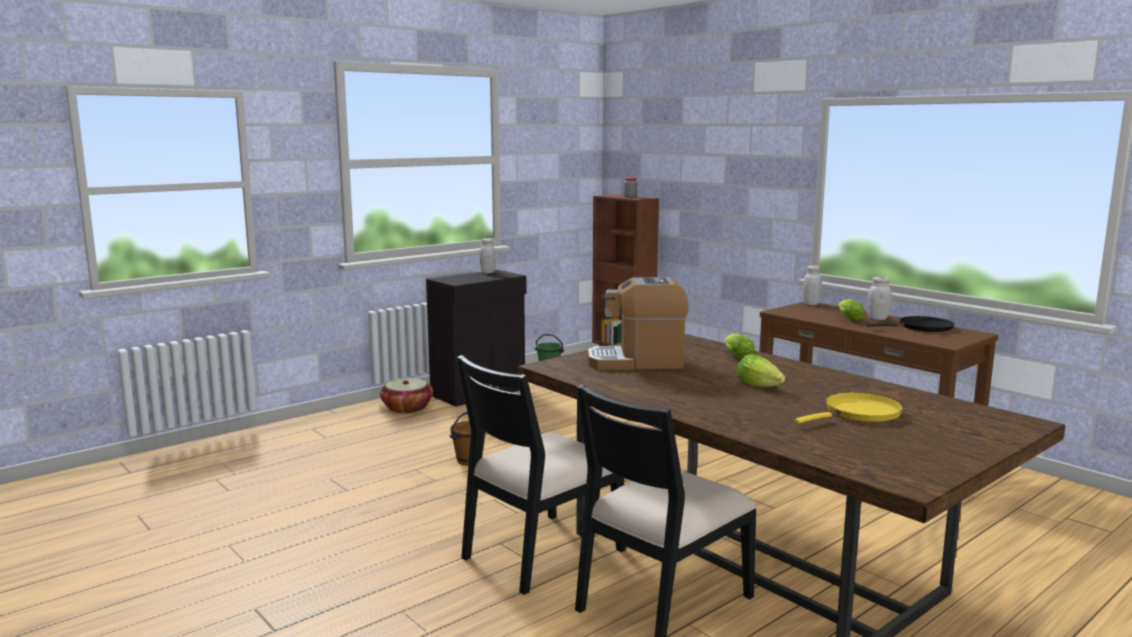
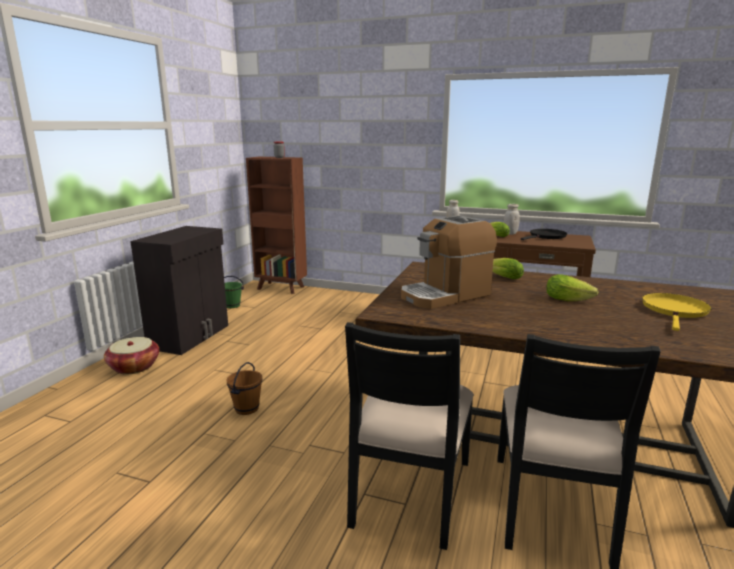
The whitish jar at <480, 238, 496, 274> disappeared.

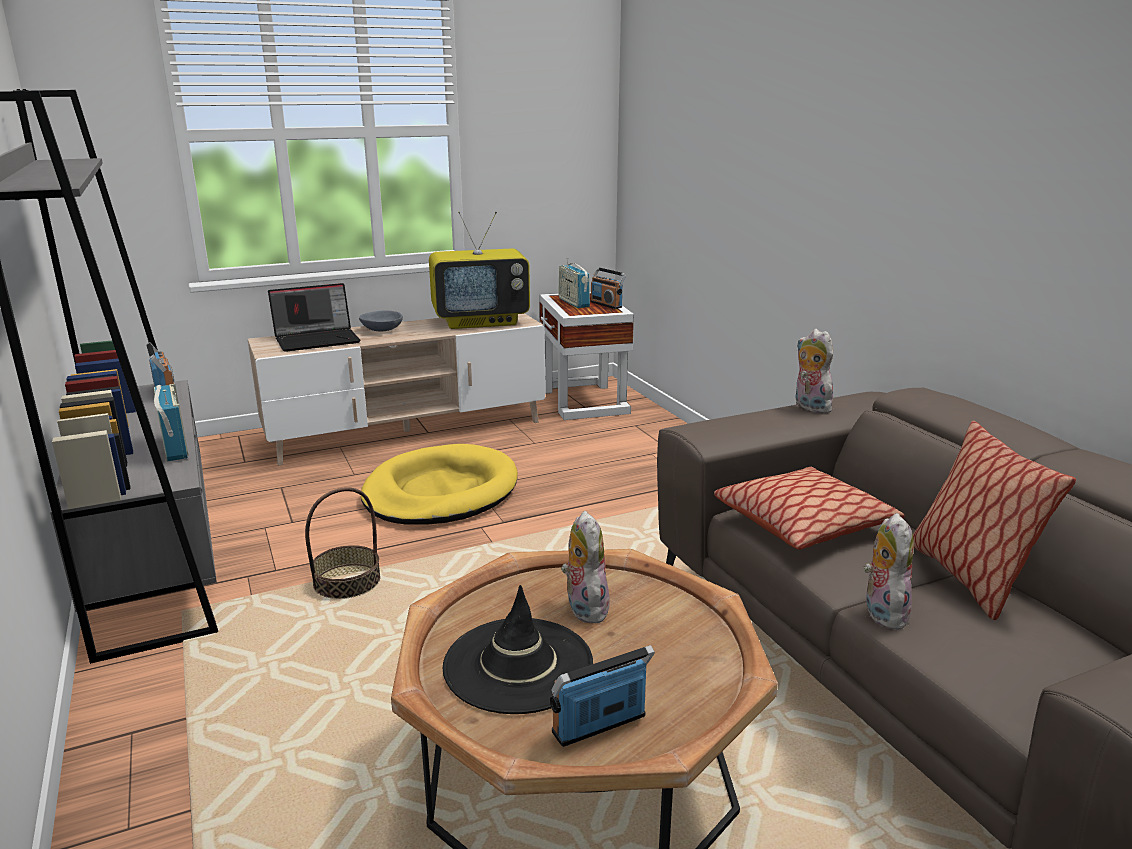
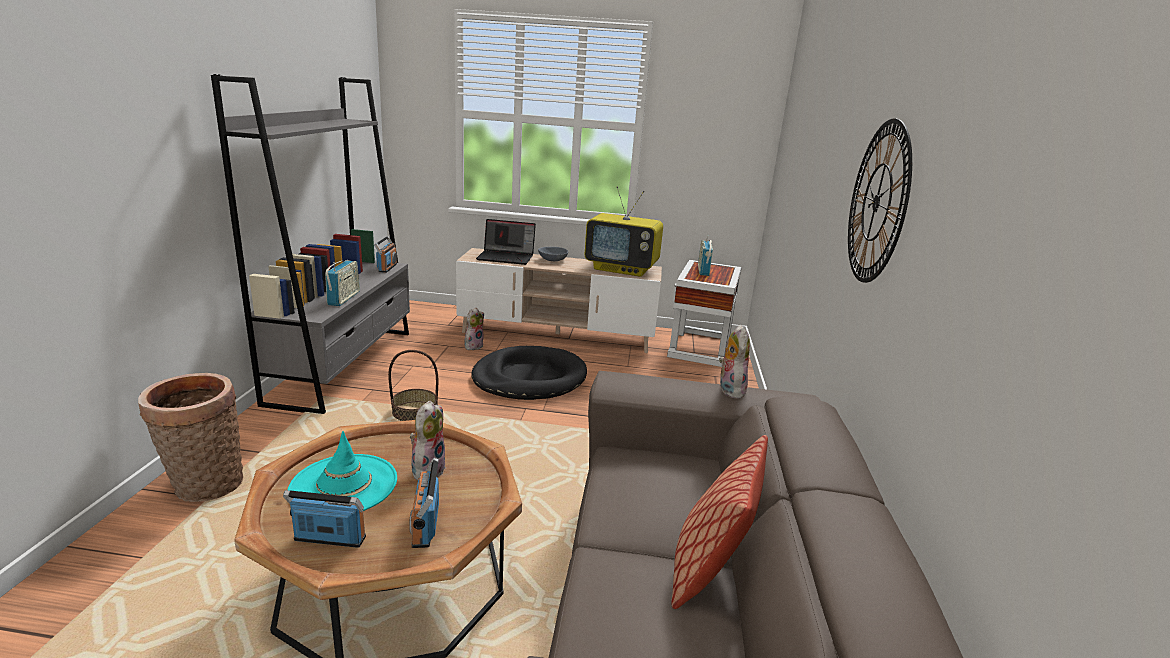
The radio moved from <590, 267, 626, 309> to <409, 458, 439, 548>.
The yellow dog bed at <361, 444, 518, 524> became the black dog bed at <471, 346, 587, 400>.
The throw pillow at <714, 467, 905, 550> disappeared.
The soft toy moved from <864, 513, 914, 630> to <465, 308, 484, 350>.
The black hat at <443, 585, 593, 714> became the turquoise-coloured hat at <288, 431, 397, 511>.
The hanging clock at <848, 118, 912, 283> appeared.
The basket at <138, 373, 243, 502> appeared.

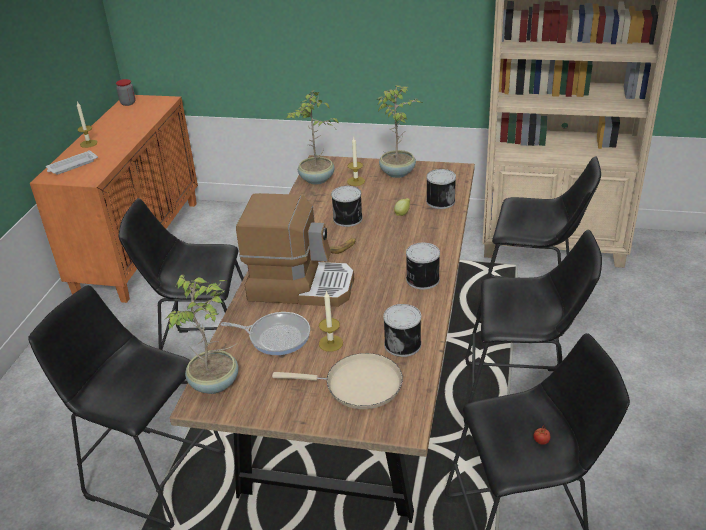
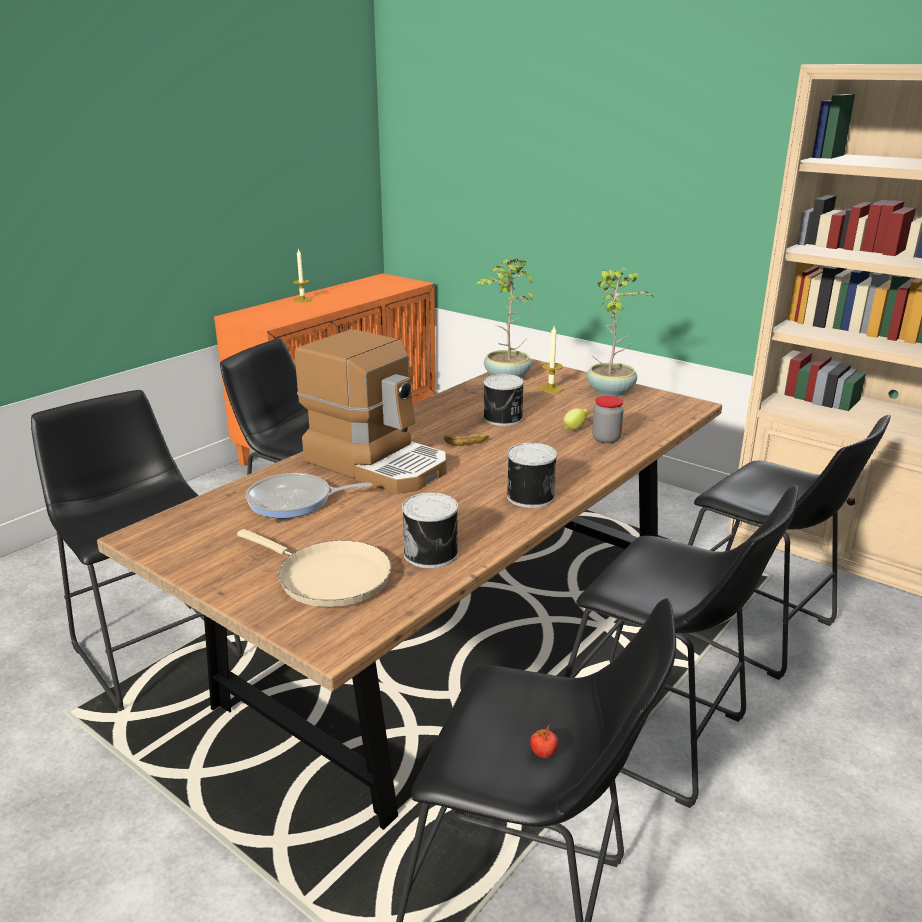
The jar moved from <116, 79, 136, 106> to <592, 396, 624, 443>.
The whitish carrying tray at <46, 150, 98, 175> disappeared.
The metal can at <426, 169, 456, 209> disappeared.
The houseplant at <166, 274, 239, 394> disappeared.
The wax light at <319, 291, 343, 352> disappeared.
The frying pan at <221, 312, 310, 355> turned 135 degrees clockwise.

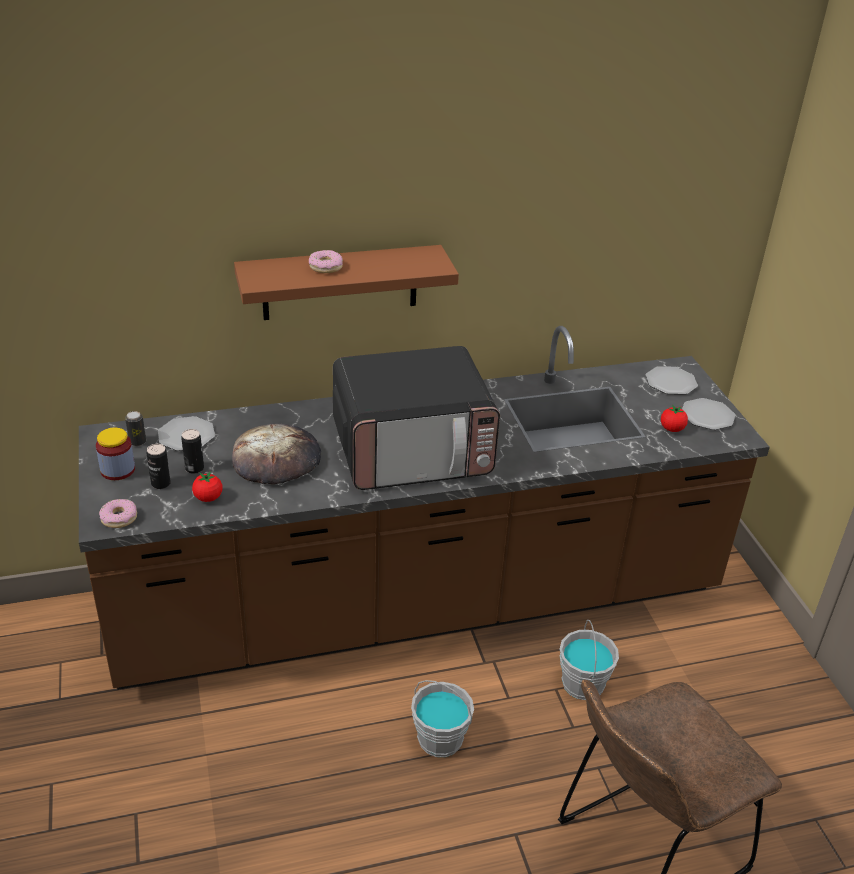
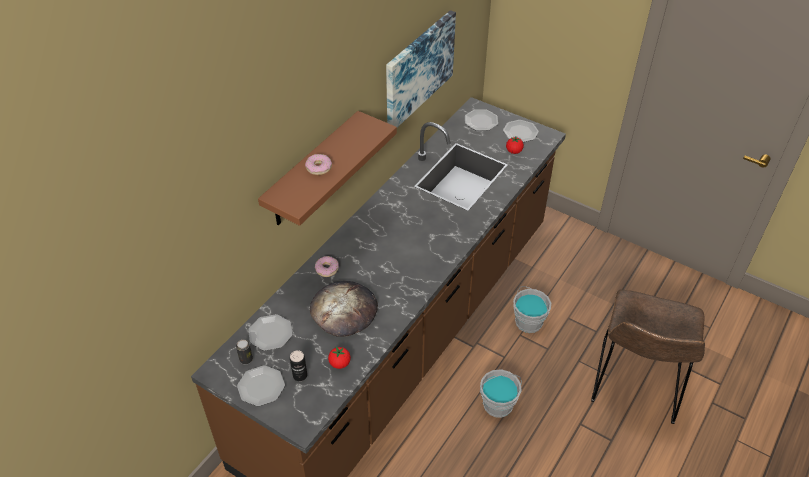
The microwave oven at <333, 346, 500, 490> disappeared.
The jar at <96, 428, 135, 480> was replaced by the plate at <237, 365, 285, 406>.
The metal can at <181, 429, 204, 474> disappeared.
The ring doughnut moved from <99, 499, 137, 528> to <315, 256, 339, 277>.
The wall picture at <386, 10, 456, 128> appeared.

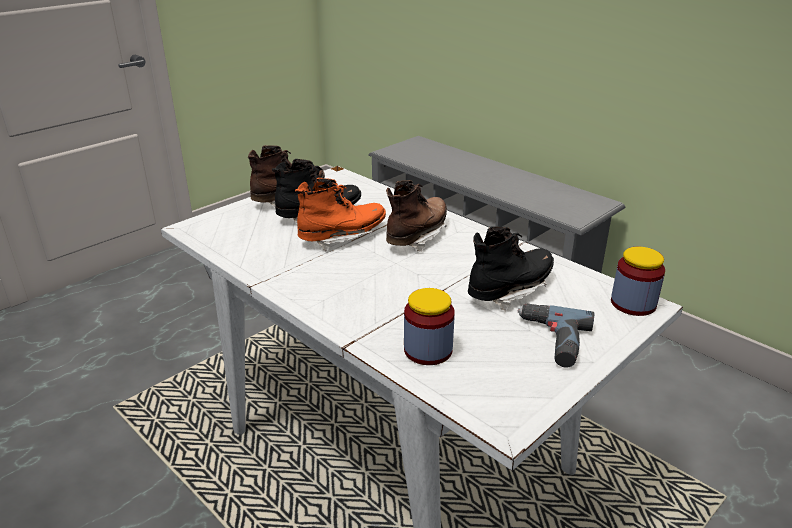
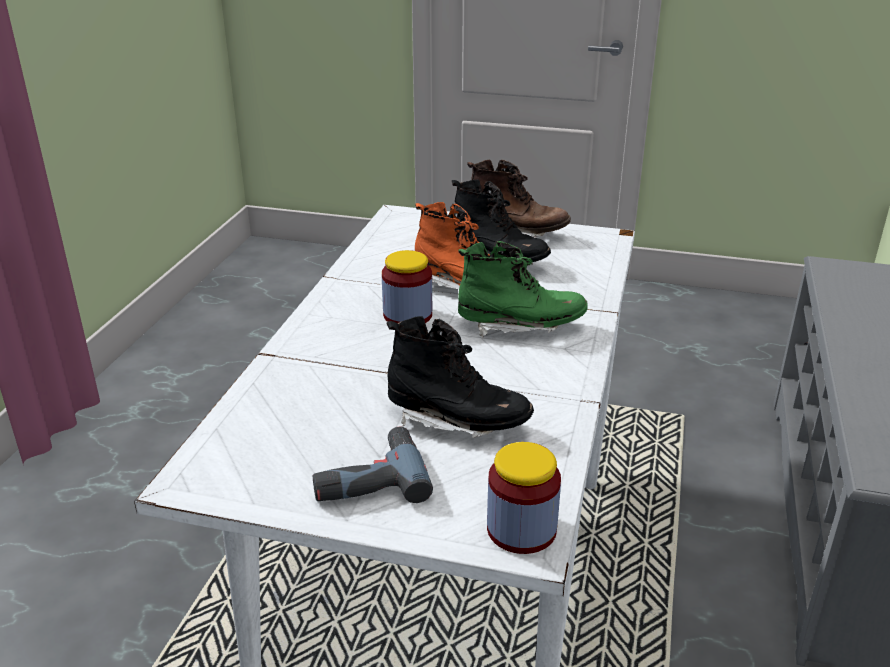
The brown-coloured boot at <386, 180, 447, 252> became the greenish boot at <458, 241, 588, 338>.
The jar moved from <404, 288, 455, 365> to <382, 250, 432, 323>.

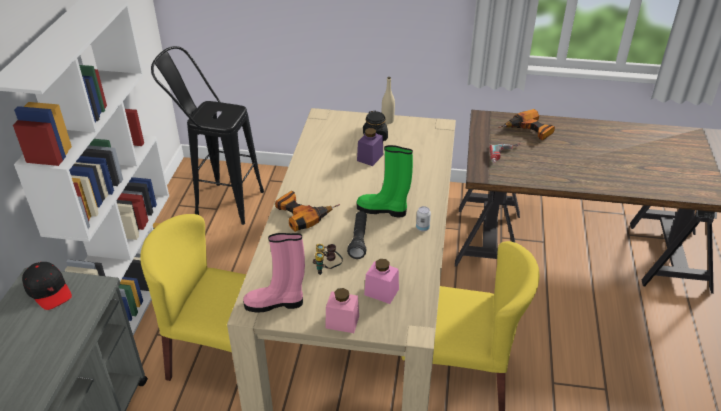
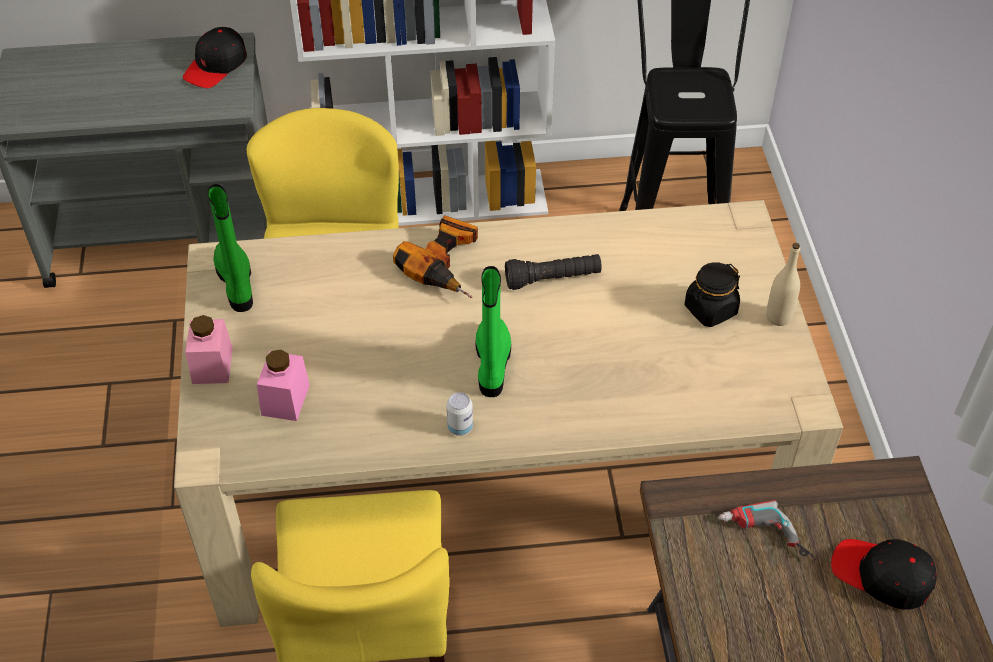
The power drill at <498, 109, 555, 140> was replaced by the black baseball cap at <831, 539, 937, 610>.
The purple-coloured jar at <357, 128, 383, 166> disappeared.
The black torch moved from <347, 211, 367, 259> to <505, 254, 602, 290>.
The pink-coloured boot at <243, 233, 305, 312> became the greenish boot at <208, 184, 253, 312>.
The pair of binoculars at <313, 244, 343, 275> disappeared.

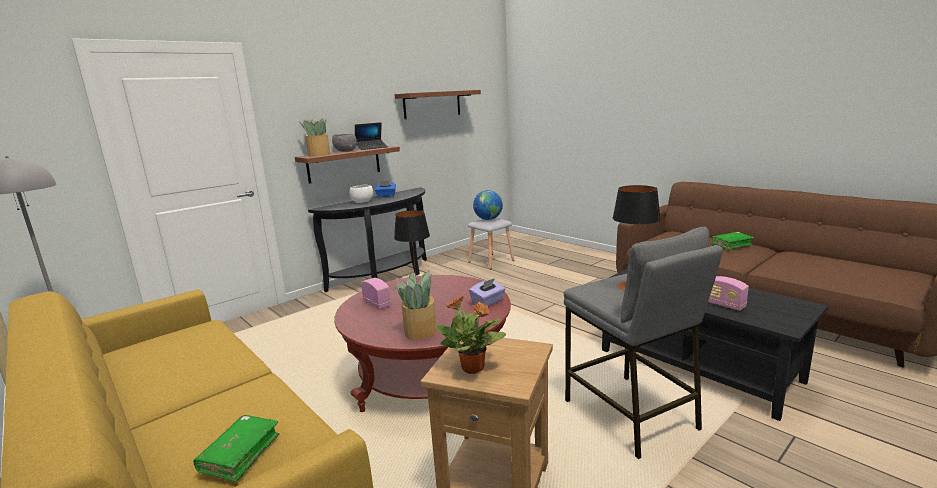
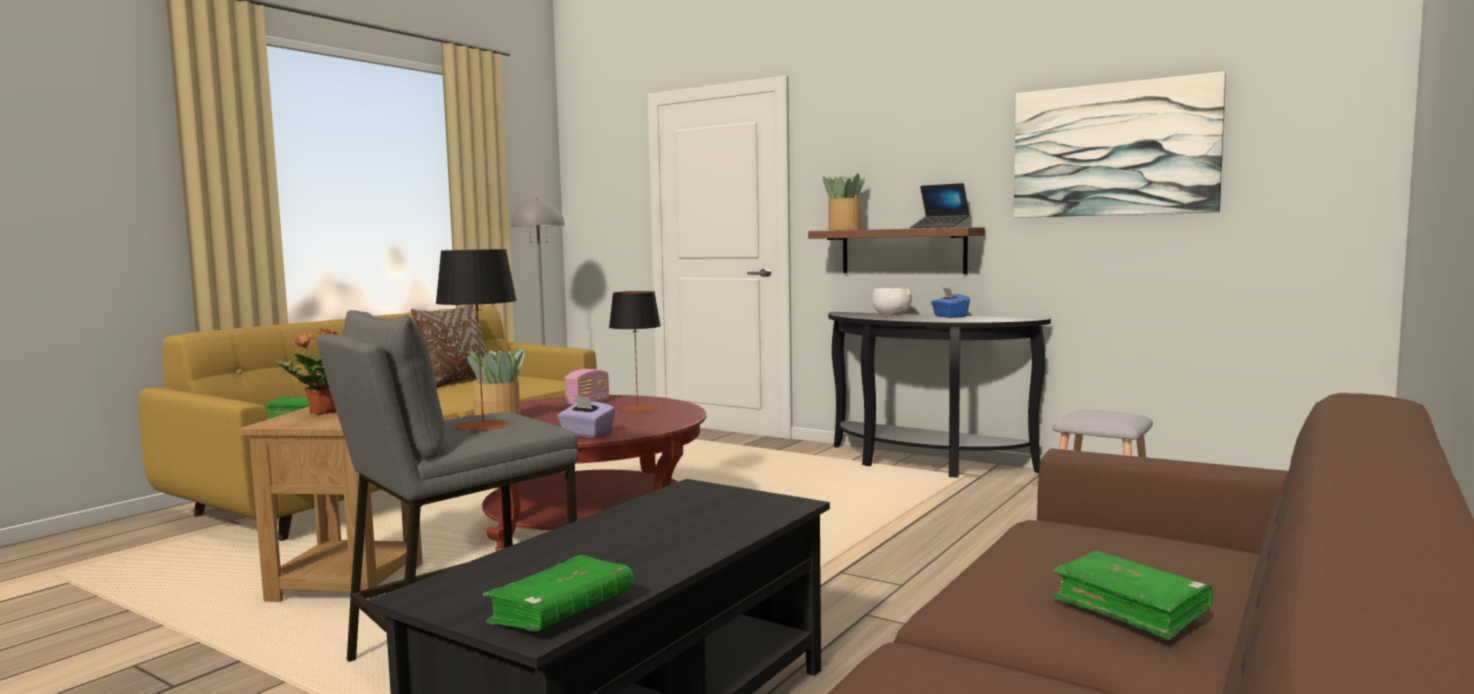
The brown-coloured wall shelf at <395, 90, 481, 119> was replaced by the wall picture at <1014, 71, 1226, 218>.
The grey bowl at <332, 134, 357, 152> disappeared.
The world globe at <473, 190, 503, 220> disappeared.
The radio at <708, 276, 749, 311> disappeared.
The brown-coloured throw pillow at <411, 305, 487, 388> appeared.
The greenish bound book at <483, 555, 634, 631> appeared.

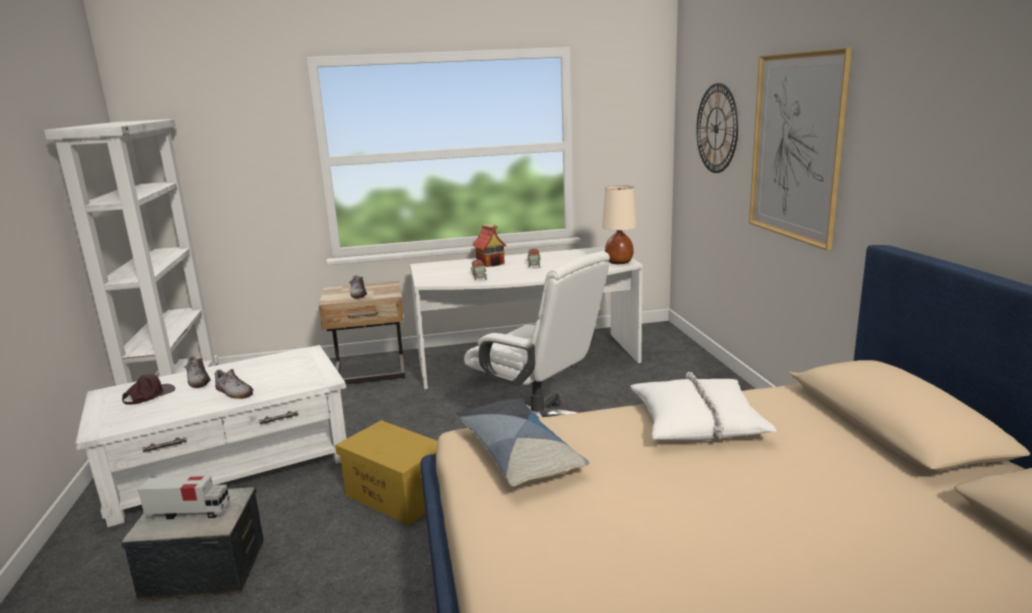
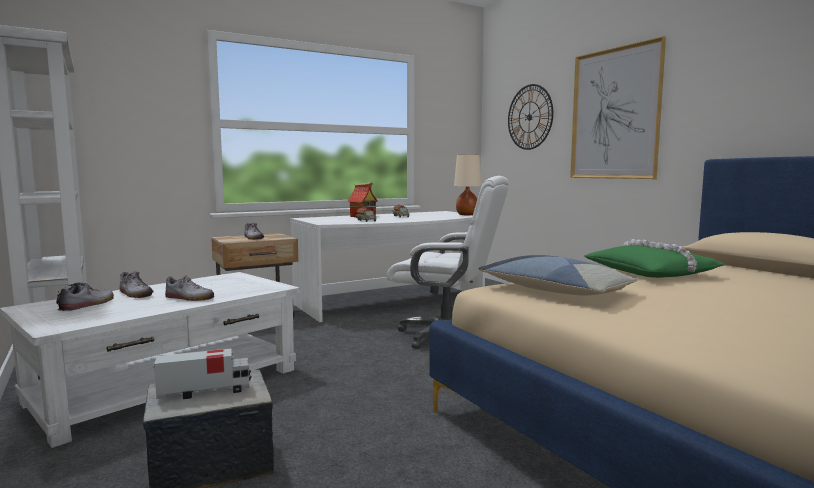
The whitish throw pillow at <630, 372, 777, 441> became the greenish throw pillow at <584, 239, 726, 278>.
The brown-coloured baseball cap at <122, 374, 175, 405> was replaced by the item of footwear at <56, 282, 114, 311>.
The yellow storage bin at <335, 420, 438, 526> disappeared.

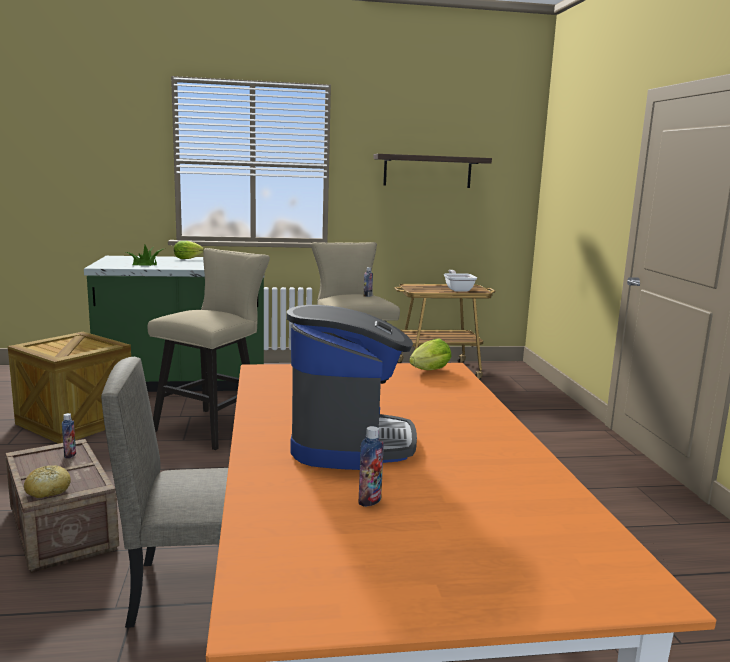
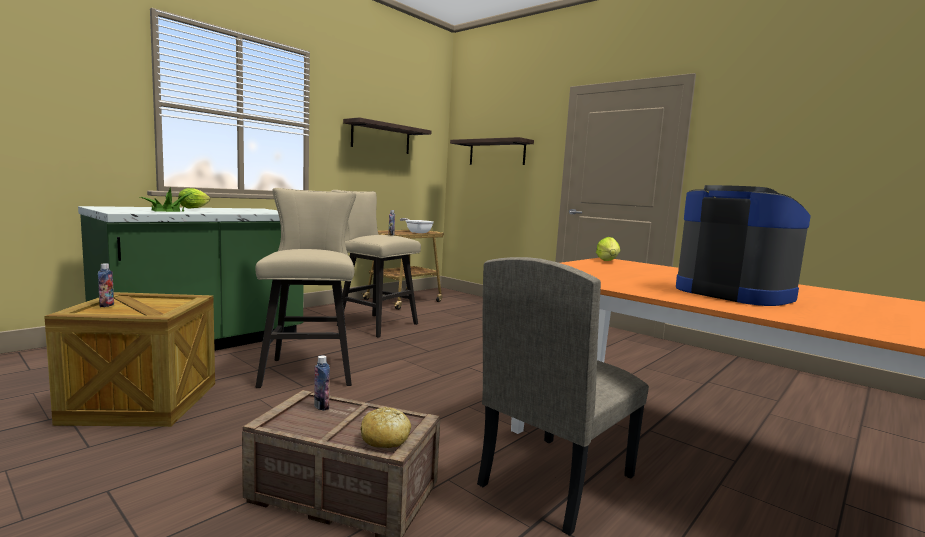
The drink bottle moved from <358, 426, 384, 507> to <98, 264, 114, 307>.
The wall shelf at <450, 137, 534, 165> appeared.

